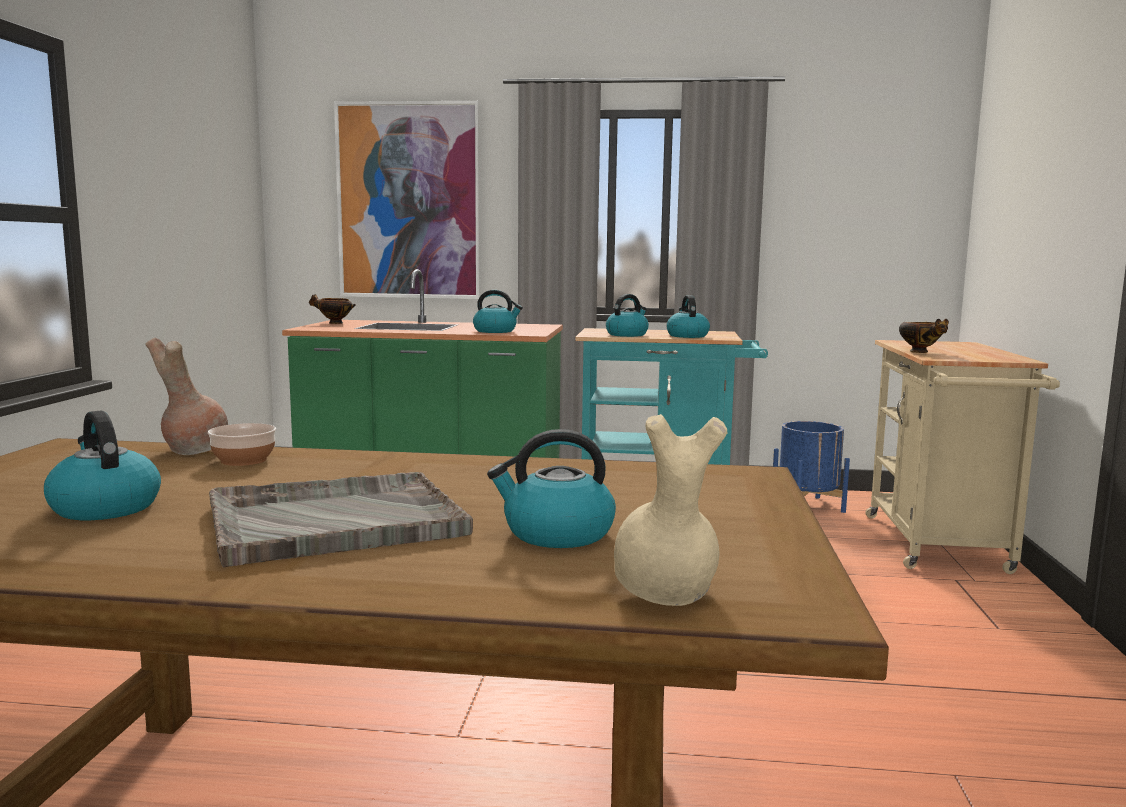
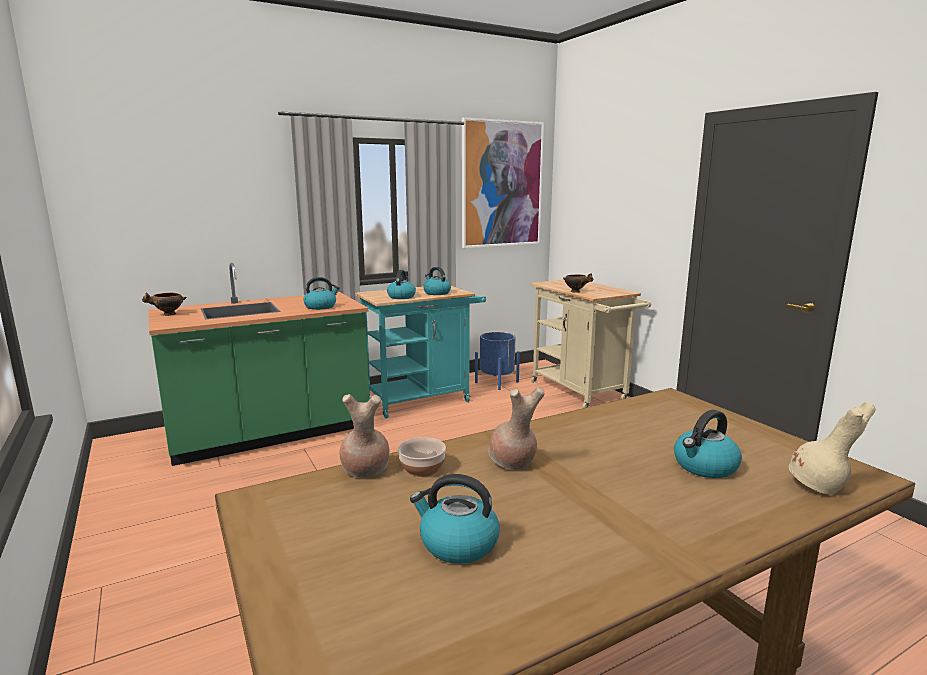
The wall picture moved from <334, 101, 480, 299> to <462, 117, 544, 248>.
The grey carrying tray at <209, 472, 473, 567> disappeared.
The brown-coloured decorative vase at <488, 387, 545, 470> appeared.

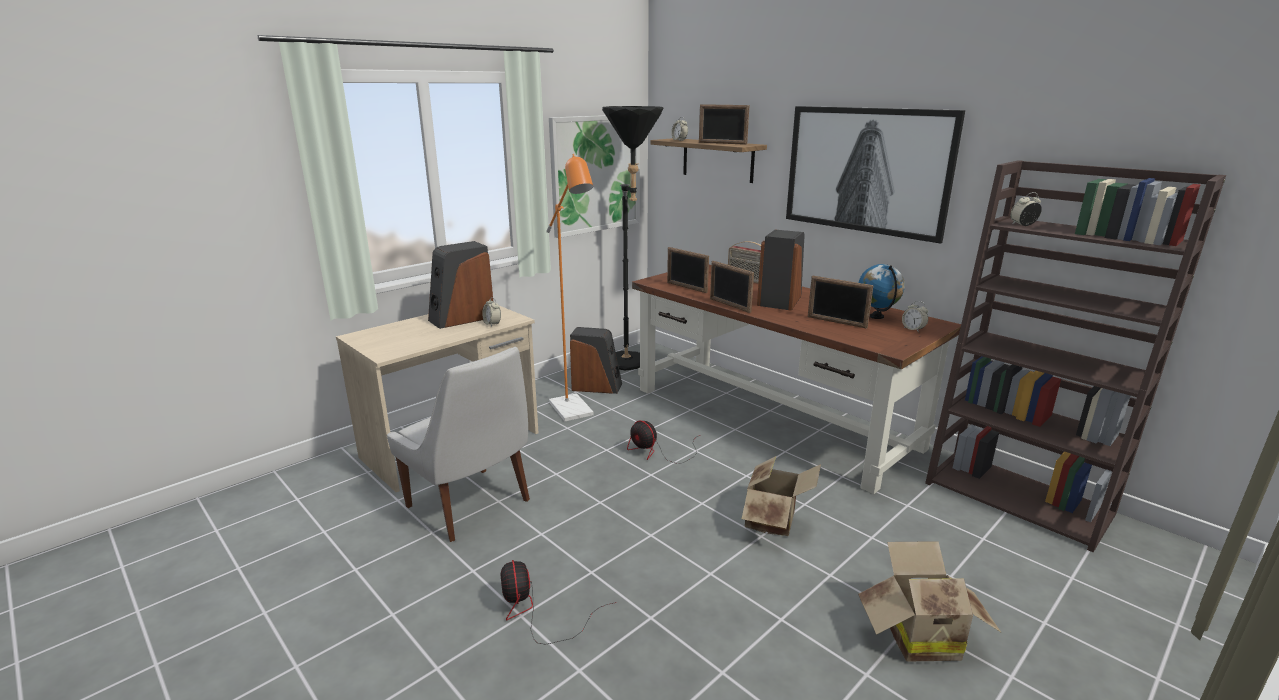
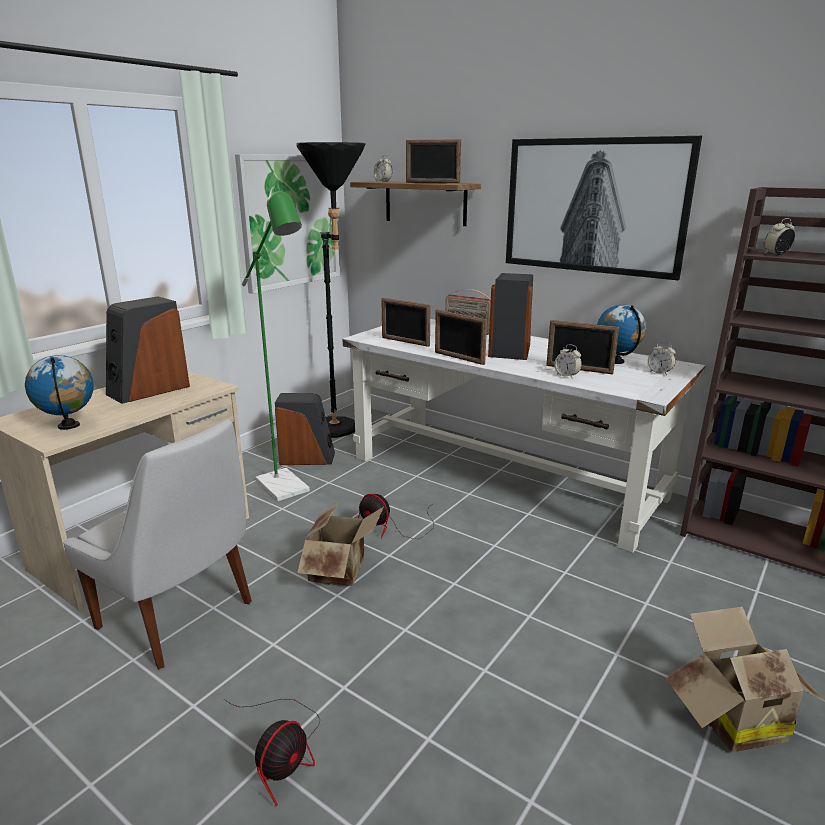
The orange standard lamp at <546, 154, 594, 422> became the greenish standard lamp at <242, 188, 310, 501>.
The brown-coloured desk table at <632, 265, 961, 494> became the whitish desk table at <342, 319, 706, 553>.
The table clock moved from <482, 297, 501, 326> to <554, 345, 582, 378>.
The packing box moved from <742, 456, 821, 536> to <297, 502, 384, 586>.
The electric fan at <501, 560, 616, 644> turned 120 degrees counterclockwise.
The world globe at <25, 355, 94, 430> appeared.

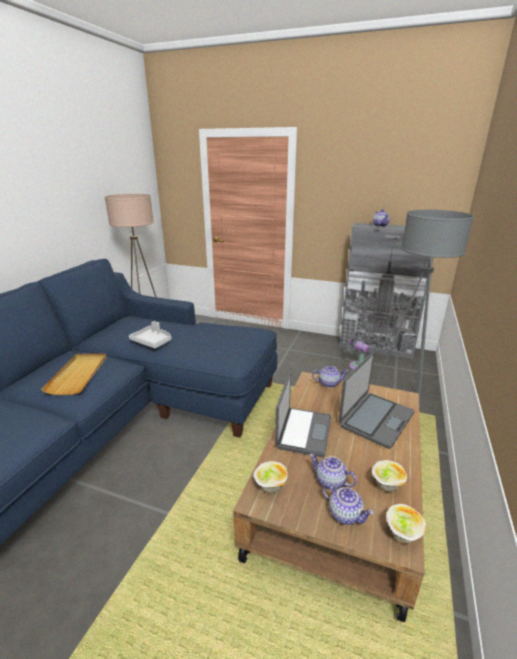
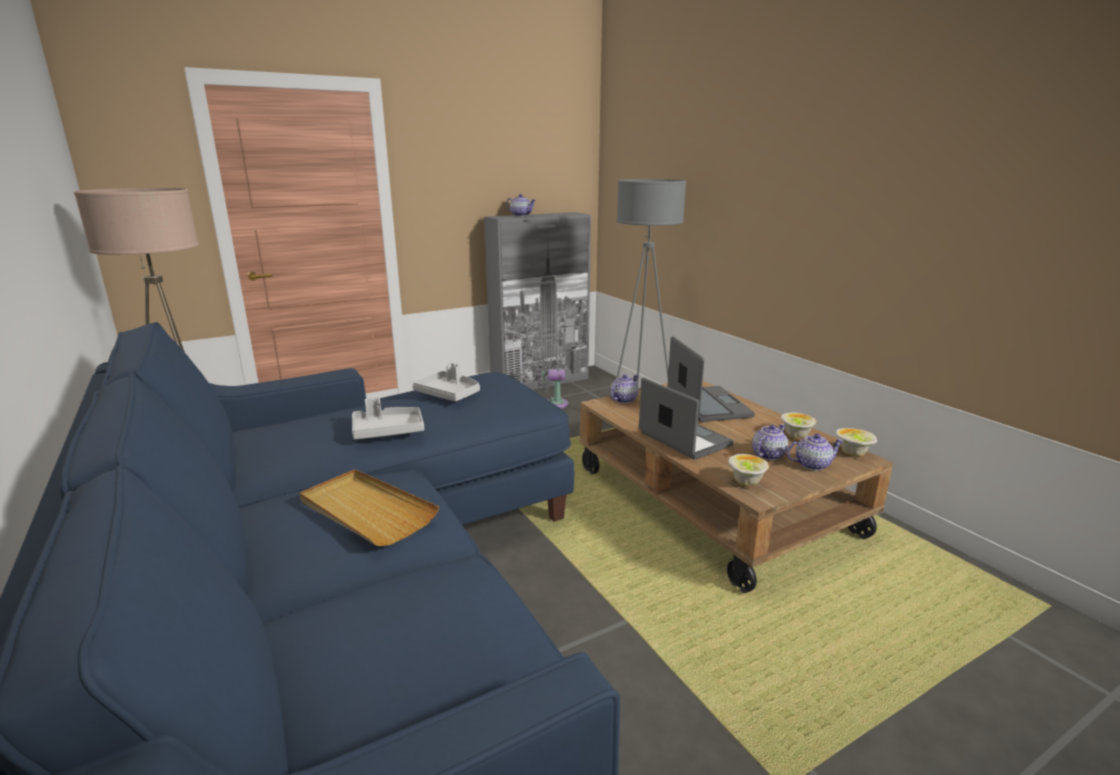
The tea pot at <309, 454, 357, 490> turned 150 degrees clockwise.
The grey carrying tray at <413, 363, 480, 401> appeared.

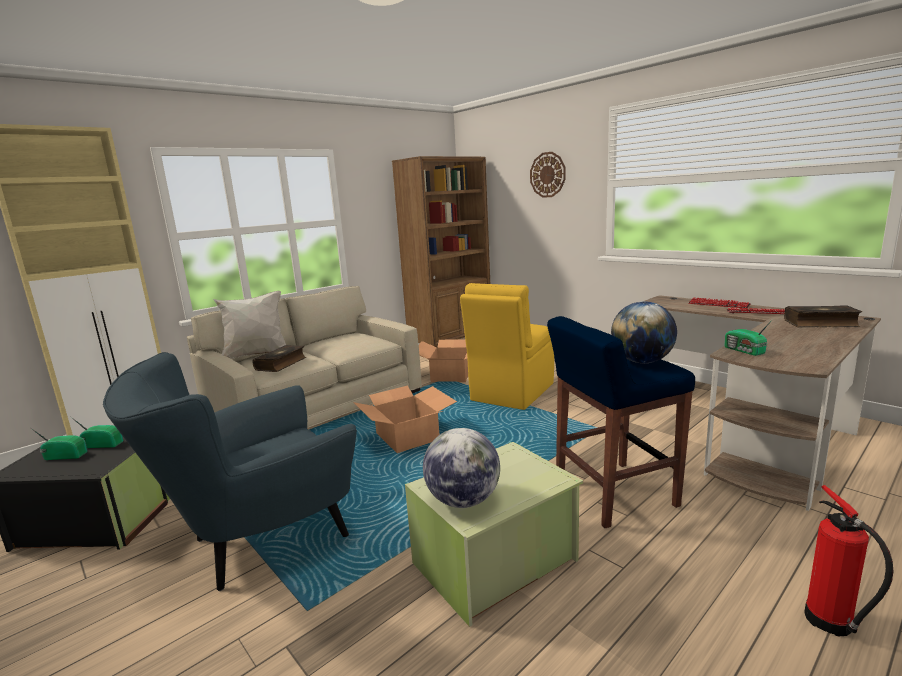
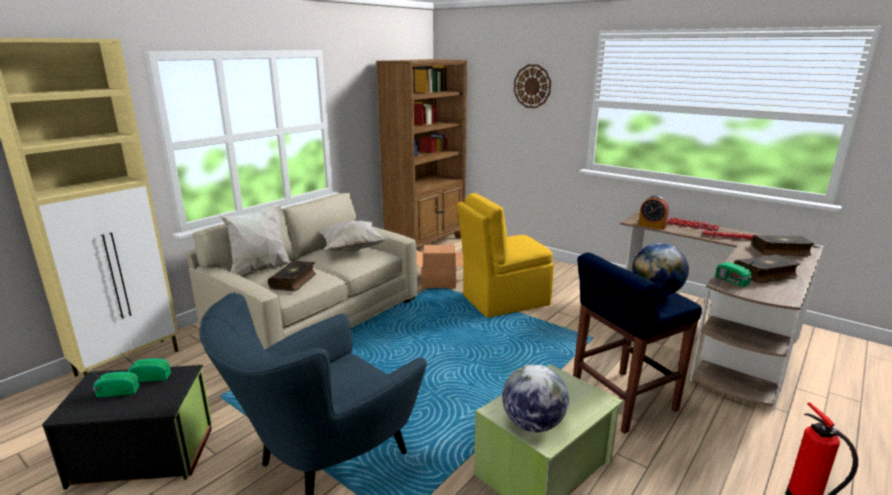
The yellow plain chair at <460, 283, 554, 410> turned 45 degrees clockwise.
The packing box at <353, 386, 457, 453> disappeared.
The table clock at <638, 195, 669, 230> appeared.
The whitish throw pillow at <320, 220, 387, 251> appeared.
The bound book at <734, 254, 801, 283> appeared.

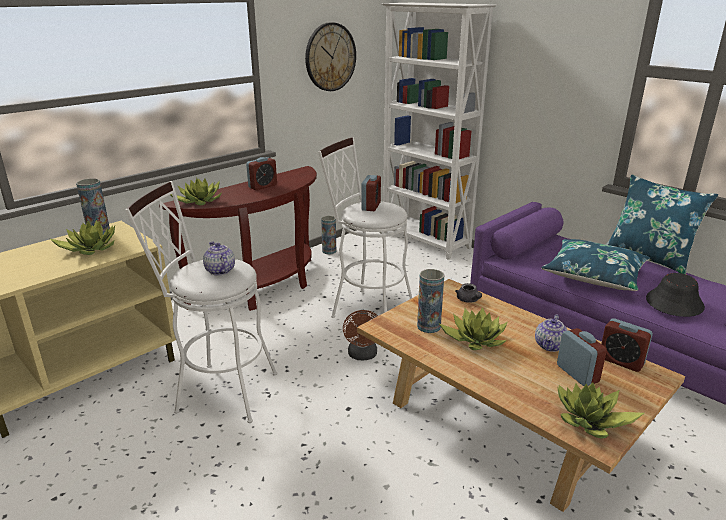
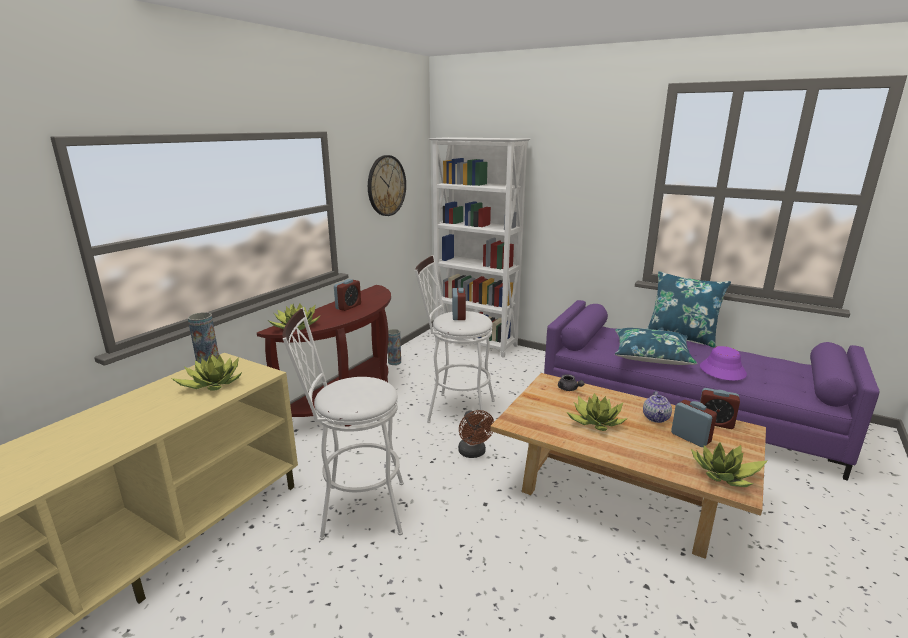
The tea pot at <203, 241, 235, 275> disappeared.
The decorative vase at <417, 269, 444, 333> disappeared.
The black hat at <646, 273, 705, 317> became the purple-coloured hat at <700, 346, 747, 381>.

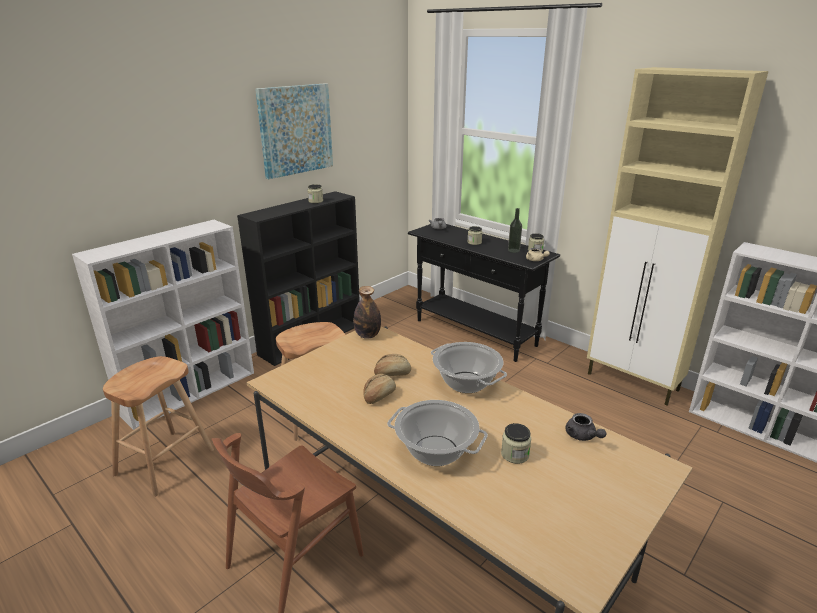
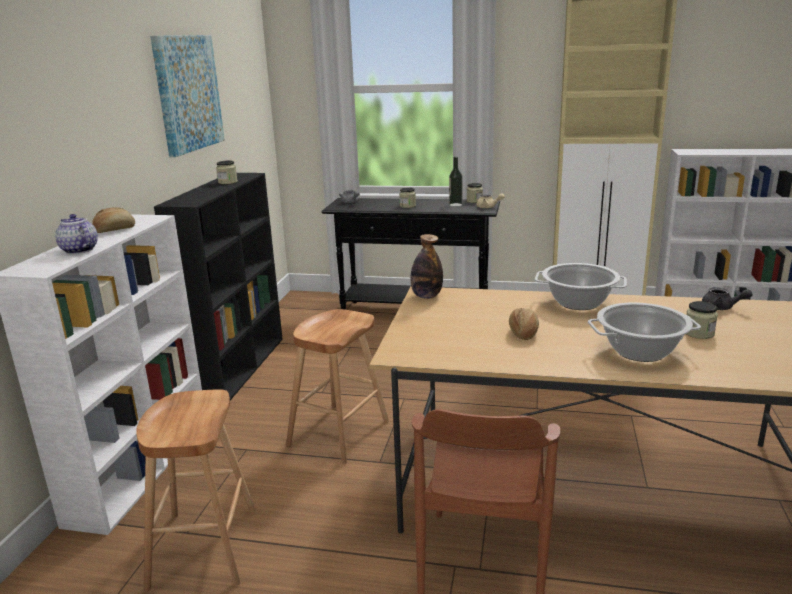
The baked bread moved from <374, 354, 411, 376> to <92, 207, 135, 233>.
The tea pot at <55, 214, 98, 254> appeared.

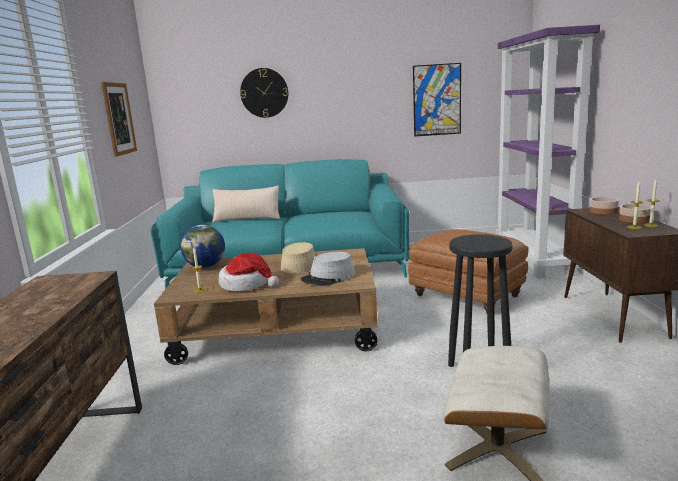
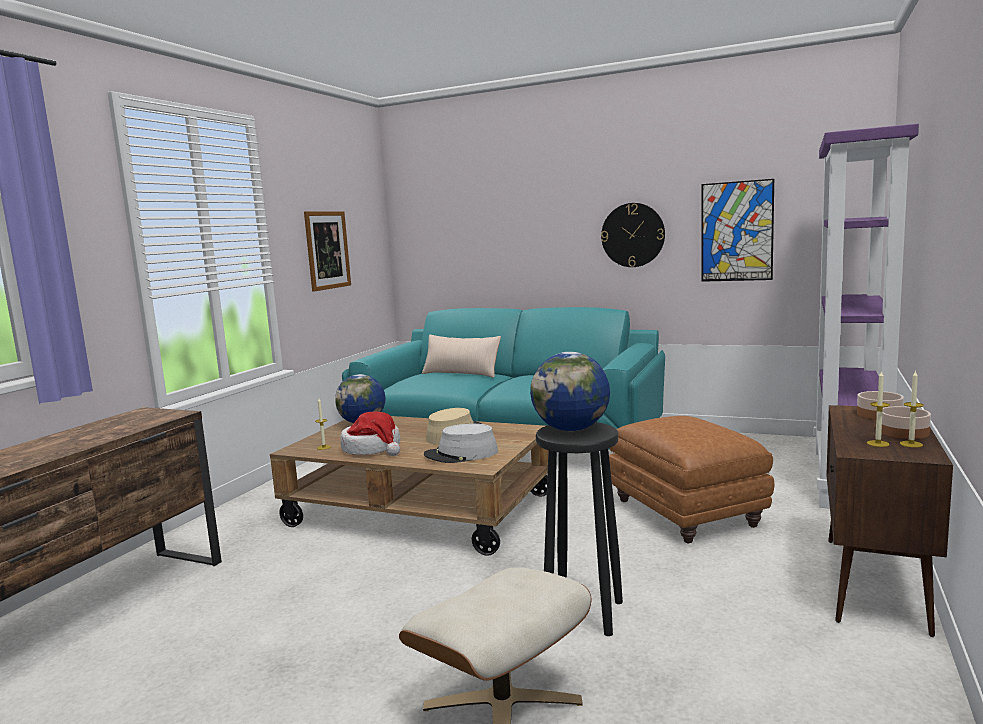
The hanging clock moved from <240, 68, 288, 118> to <601, 203, 665, 267>.
The world globe at <530, 352, 610, 431> appeared.

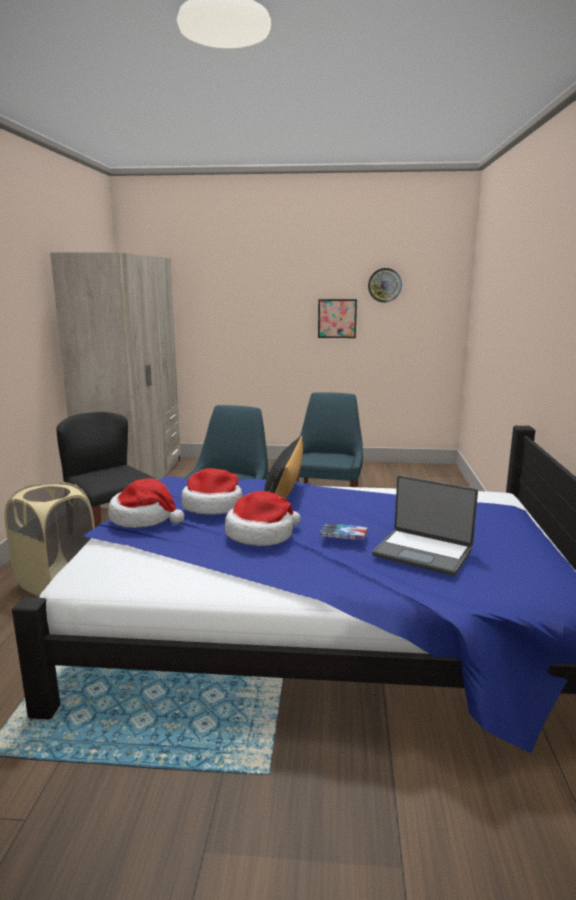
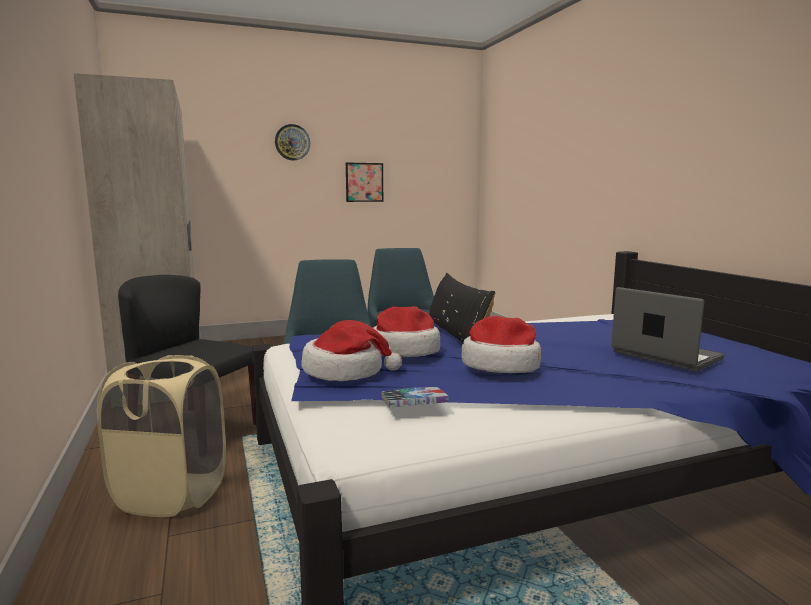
The hanging clock moved from <368, 268, 402, 303> to <275, 124, 310, 160>.
The portable computer at <372, 475, 478, 576> turned 135 degrees counterclockwise.
The bound book moved from <320, 524, 367, 540> to <381, 387, 449, 407>.

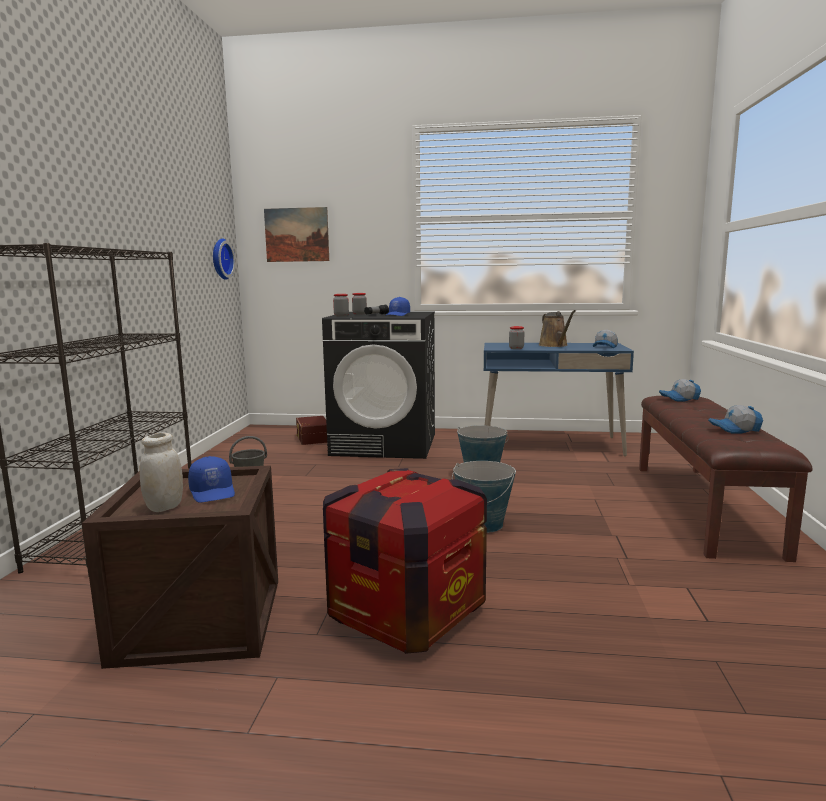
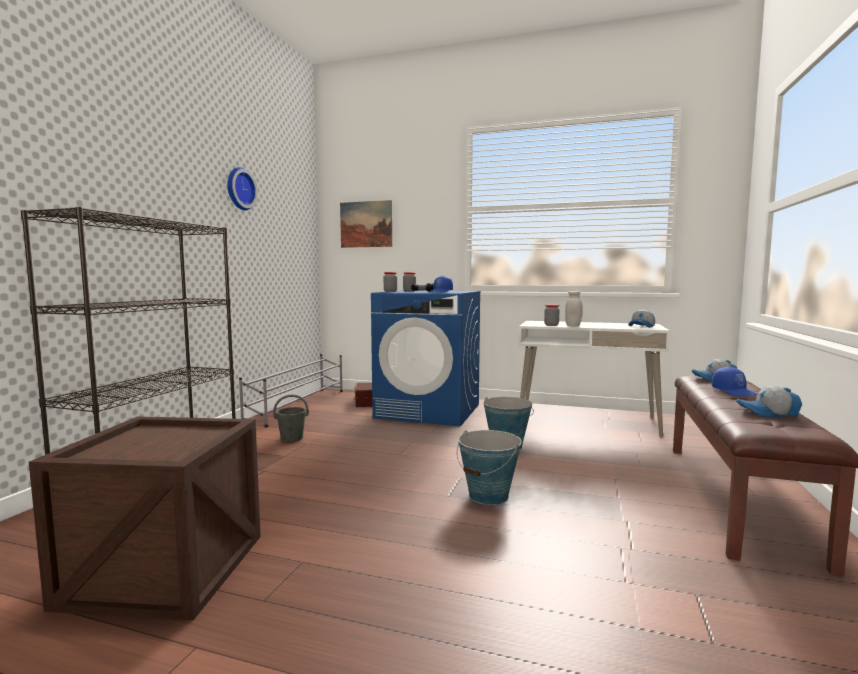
The hanging clock moved from <213, 239, 235, 280> to <227, 167, 258, 210>.
The brown-coloured sprinkling can at <539, 310, 576, 347> disappeared.
The black laundry appliance at <322, 311, 435, 459> became the blue-coloured laundry appliance at <371, 291, 481, 426>.
The blue-coloured desk table at <484, 343, 634, 457> became the whitish desk table at <519, 321, 670, 437>.
The whitish jar moved from <140, 433, 183, 512> to <565, 291, 583, 326>.
The blue-coloured baseball cap moved from <188, 456, 235, 502> to <712, 367, 758, 396>.
The crate at <323, 468, 487, 654> disappeared.
The grey shoe shelf at <239, 354, 343, 427> appeared.

